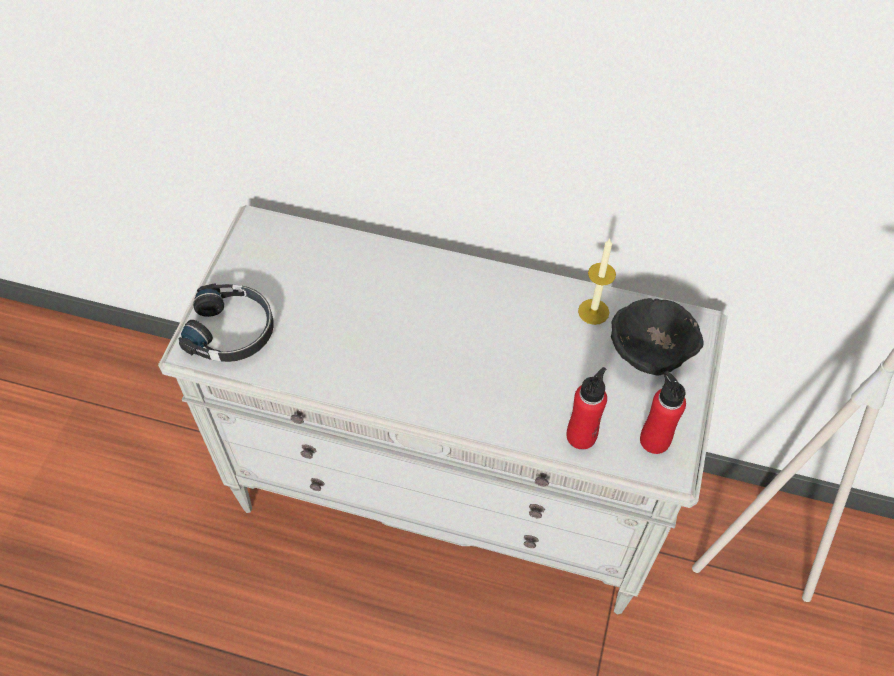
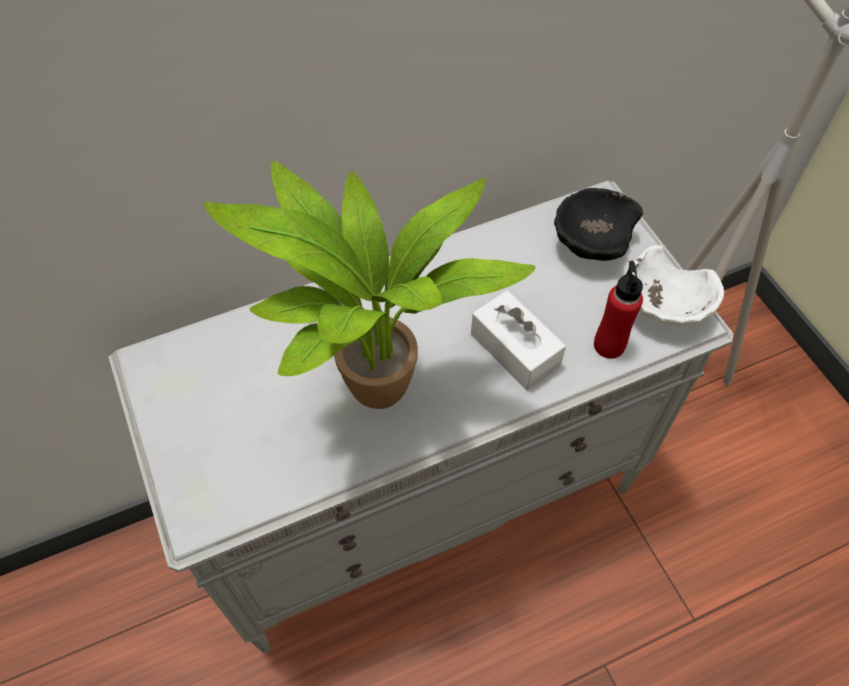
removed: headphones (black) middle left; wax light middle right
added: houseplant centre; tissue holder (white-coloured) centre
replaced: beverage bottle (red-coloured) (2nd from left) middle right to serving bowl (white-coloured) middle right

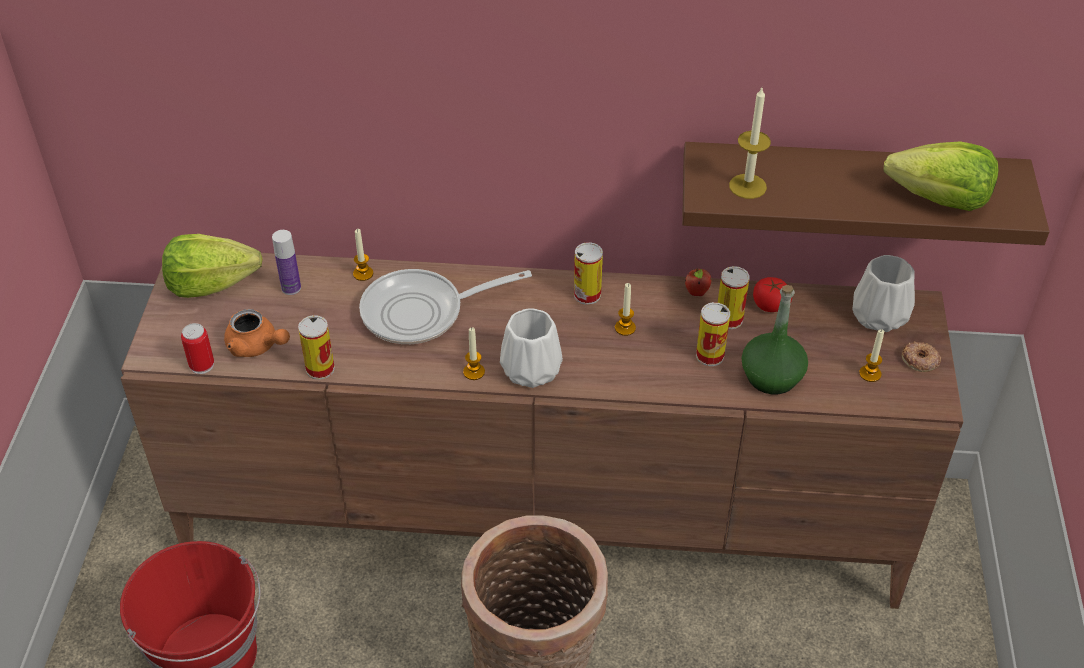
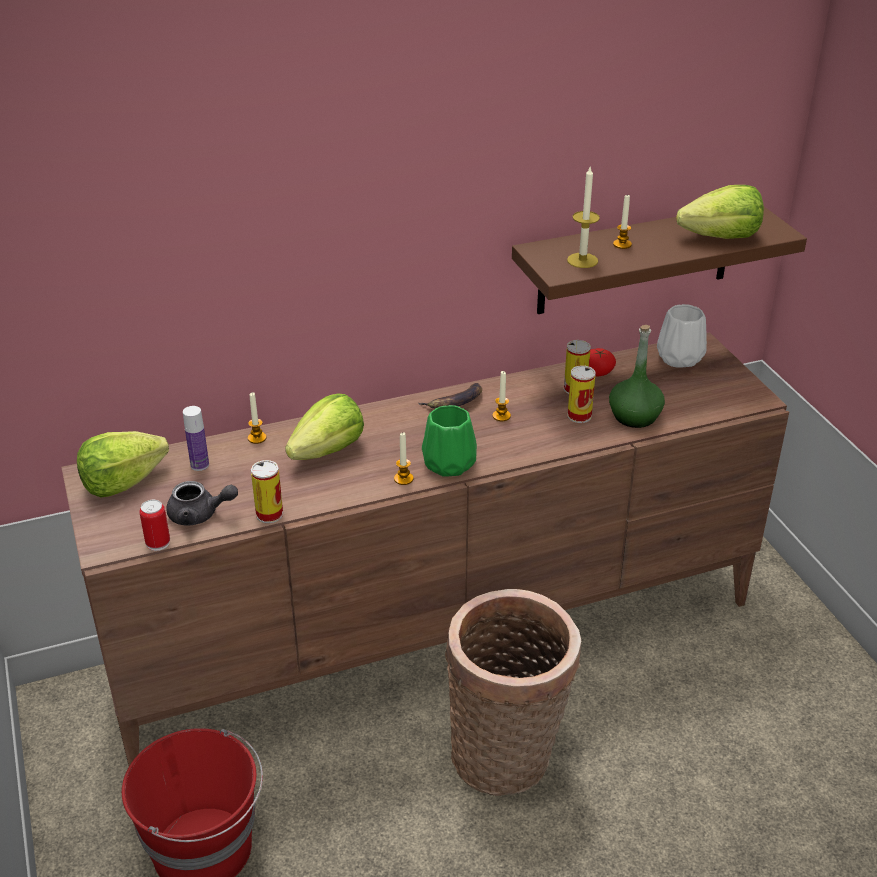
removed: whole apple centre; doughnut middle right
moved: wax light (5th from left) middle right to top right
replaced: frying pan centre to lettuce (2nd from left) centre; metal can (3rd from left) centre to whole banana centre
recoloured: pot for tea (orange) middle left to pot for tea (gray) middle left; vase (white-coloured) (1st from left) centre to vase (green) centre

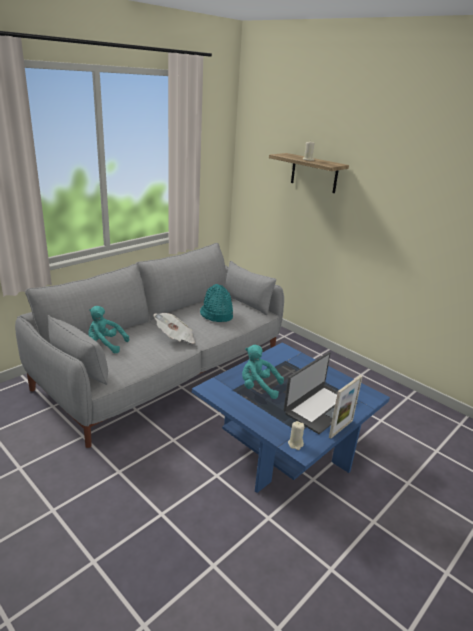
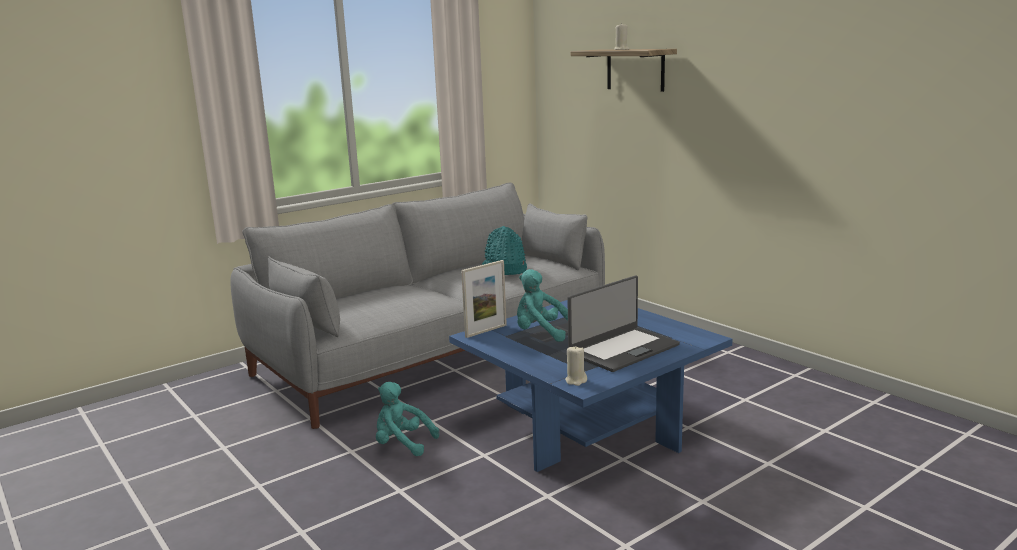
removed: printed paper centre
moved: cuddly toy (turquoise-coloured) (1st from left) middle left to bottom centre; picture frame middle right to centre

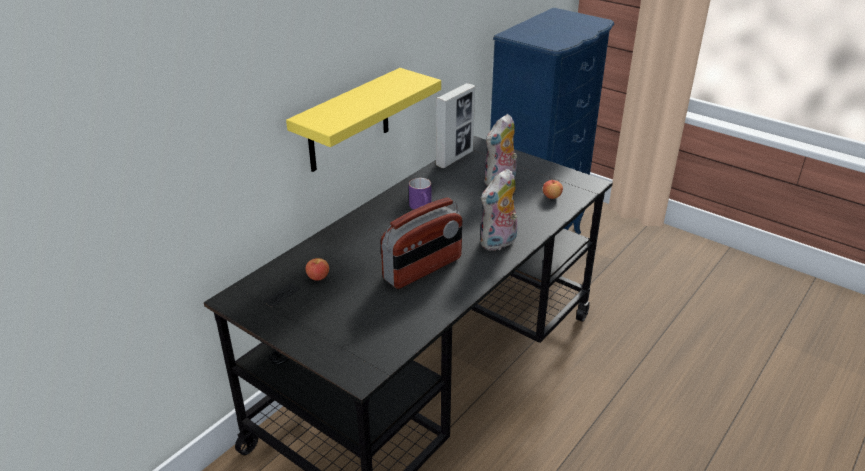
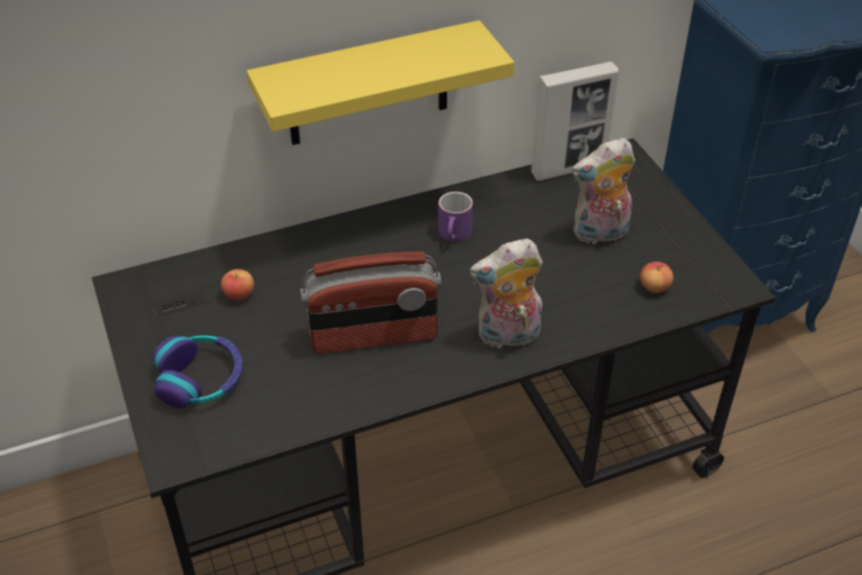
added: headphones middle left

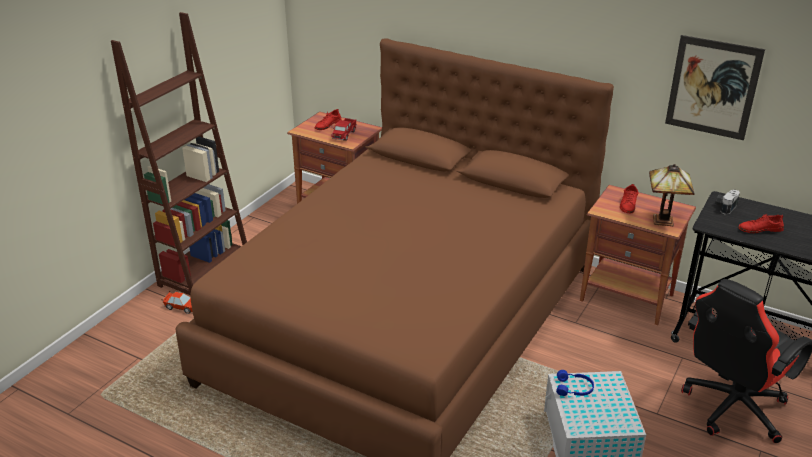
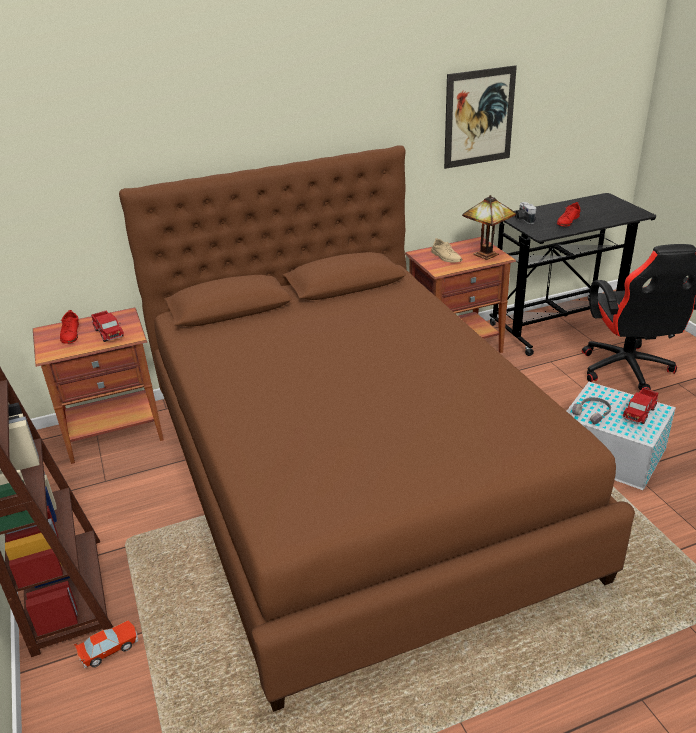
added: model truck (2nd from left) middle right
recoloured: low shoe (red-coloured) (2nd from left) middle right to low shoe (beige) centre; headphones (bluish) bottom right to headphones (gray) middle right

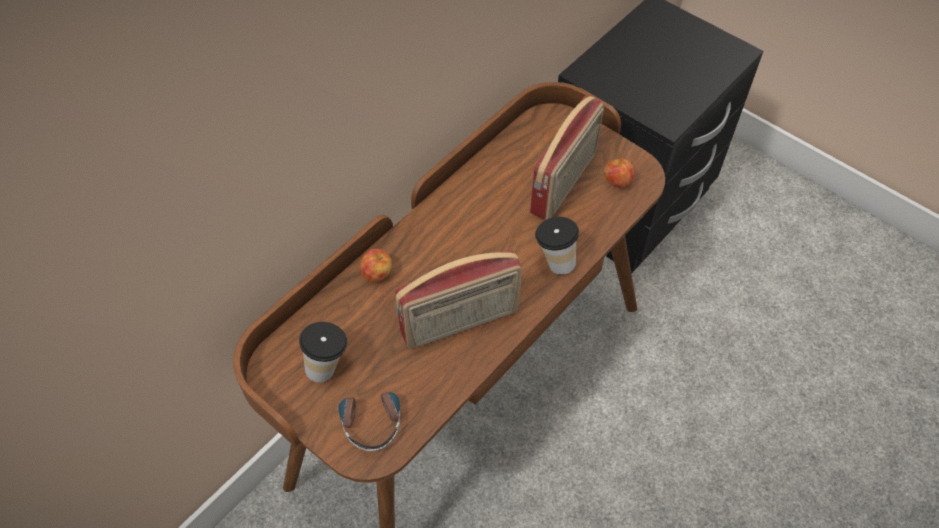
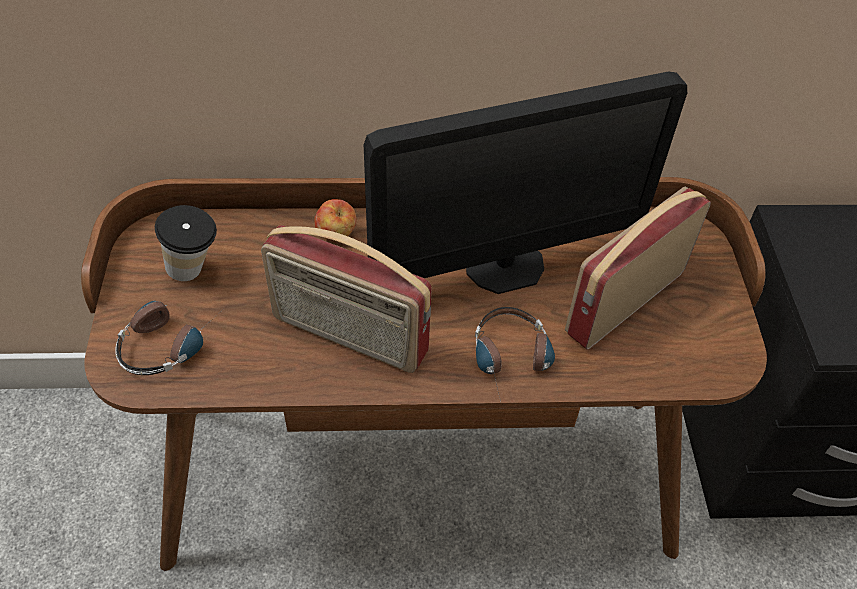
removed: whole apple (2nd from left) top centre
added: monitor top centre
replaced: drinking cup (2nd from left) centre to headphones (2nd from left) centre
turned: radio set (2nd from left) top centre = middle right 150 degrees clockwise

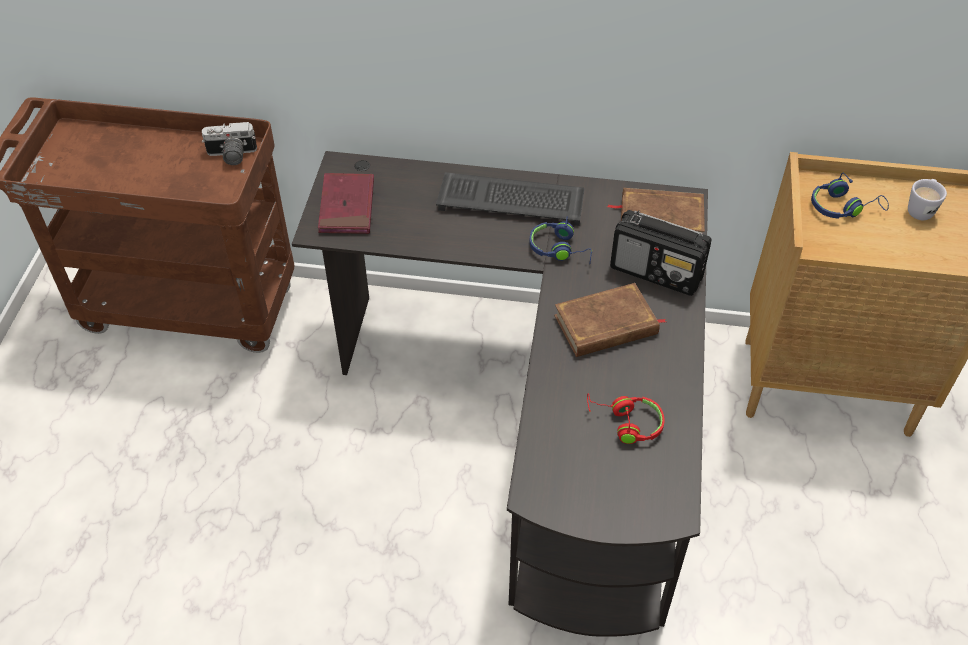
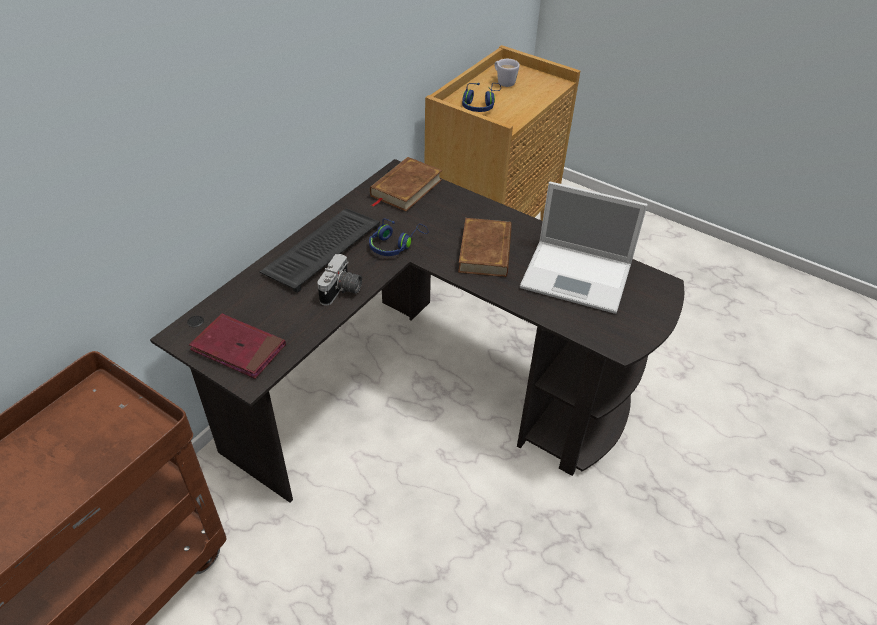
removed: radio set middle right
moved: photo camera top left to centre
replaced: headphones (red-coloured) centre to portable computer centre

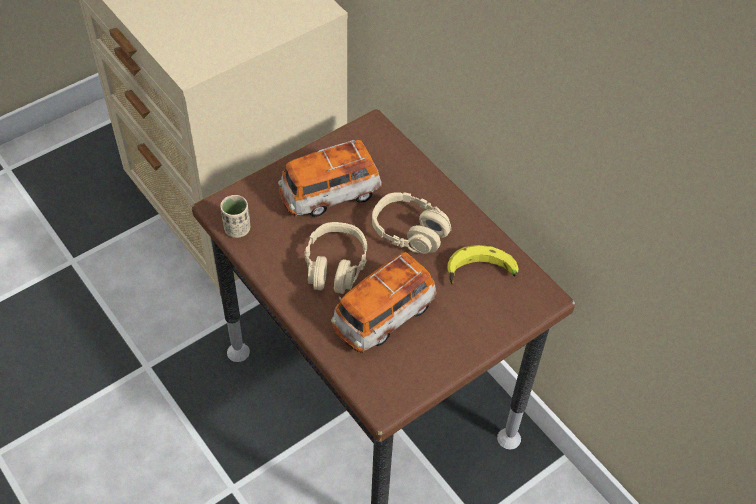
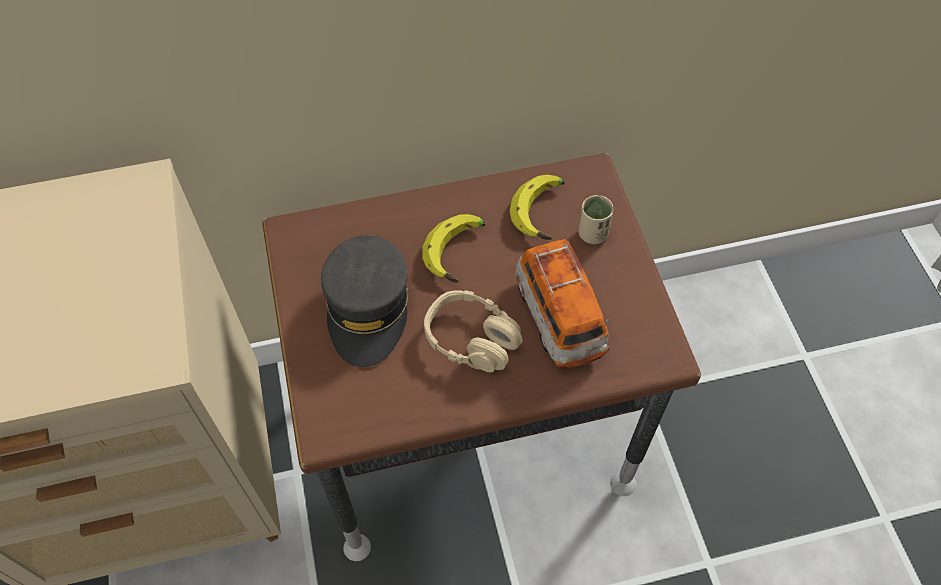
moved: drinking cup (beige) middle left to centre
replaced: model car (1st from left) centre to cap (gray) centre; headphones (beige) (2nd from left) centre to whole banana (1st from left) centre

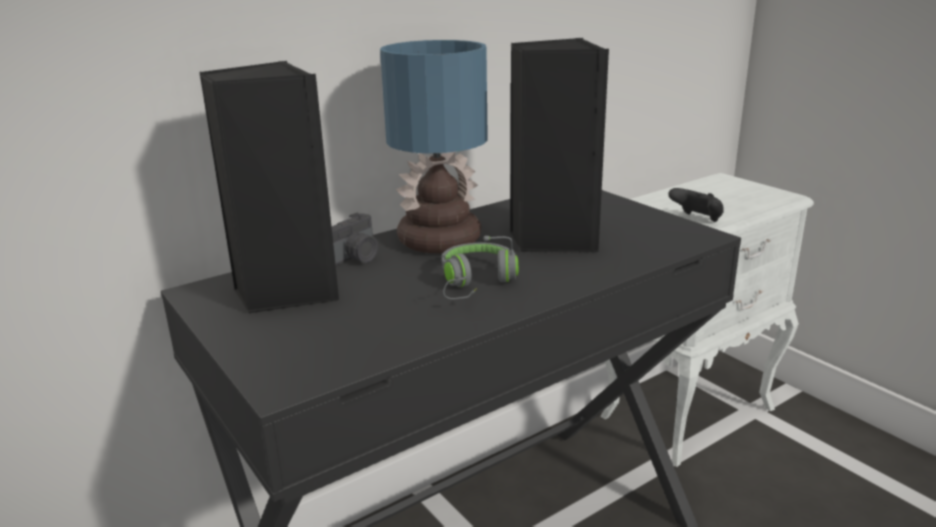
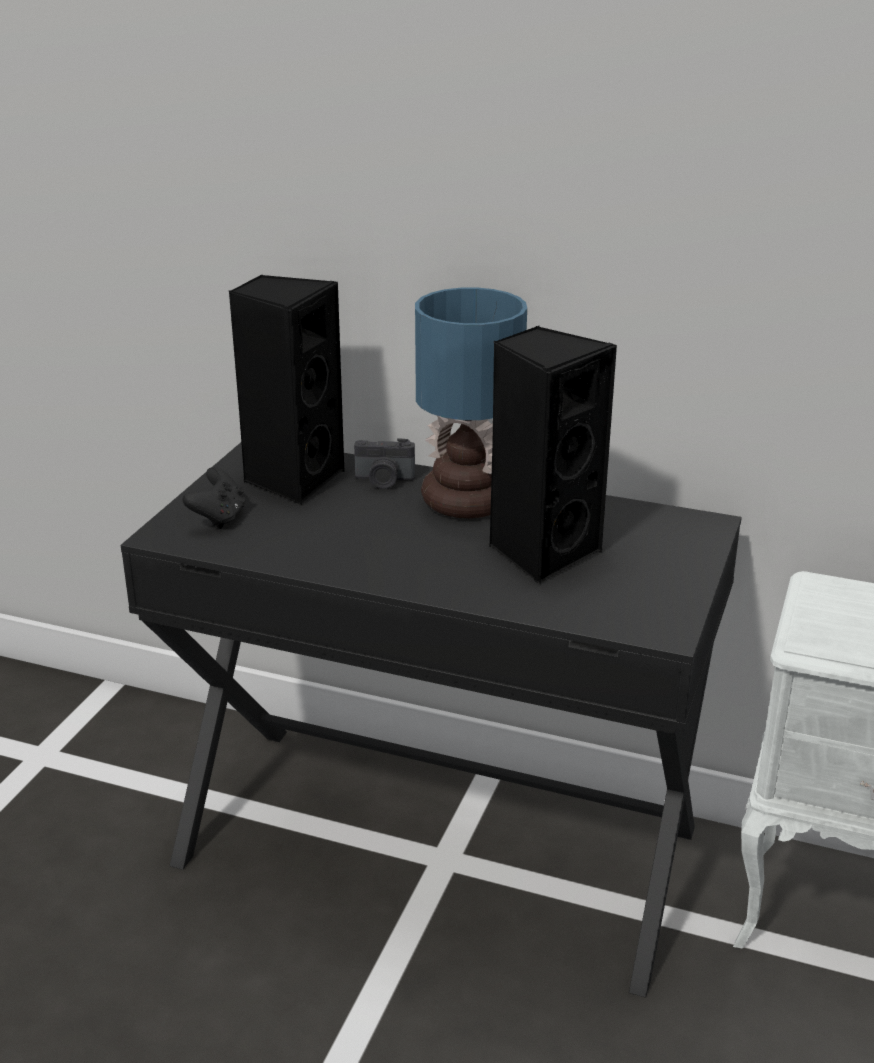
removed: headphones (gray) centre
moved: gamepad (black) middle right to middle left

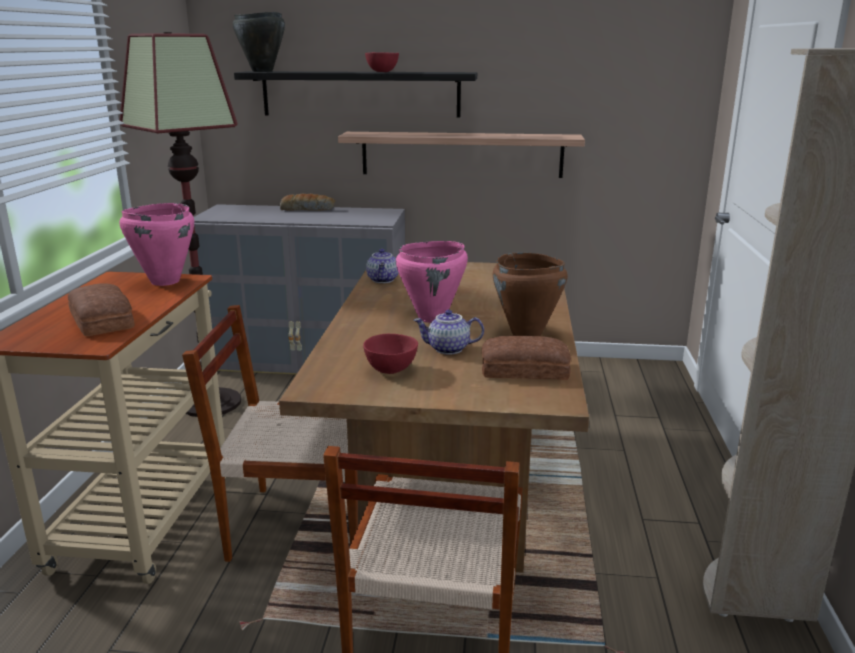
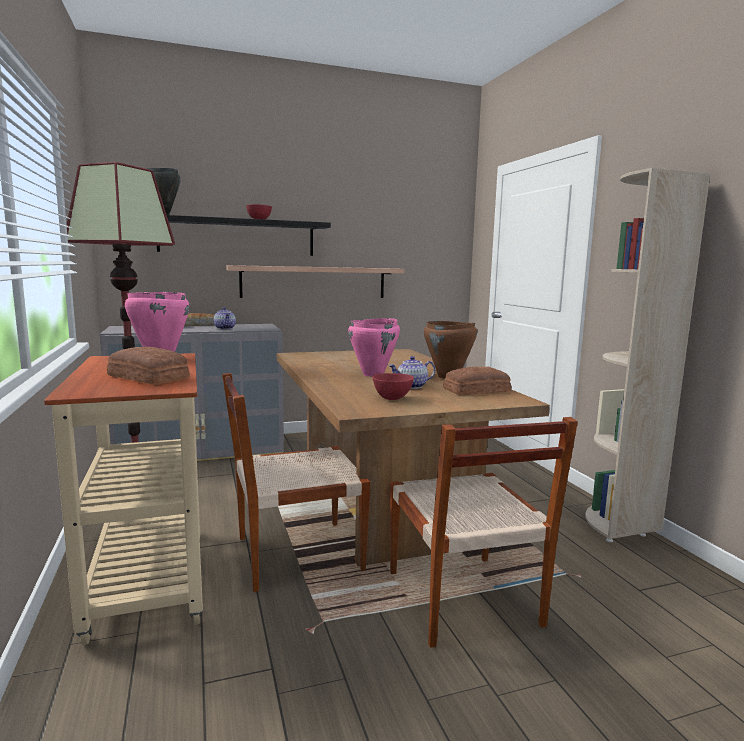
moved: pot for tea (1st from left) centre to middle left

